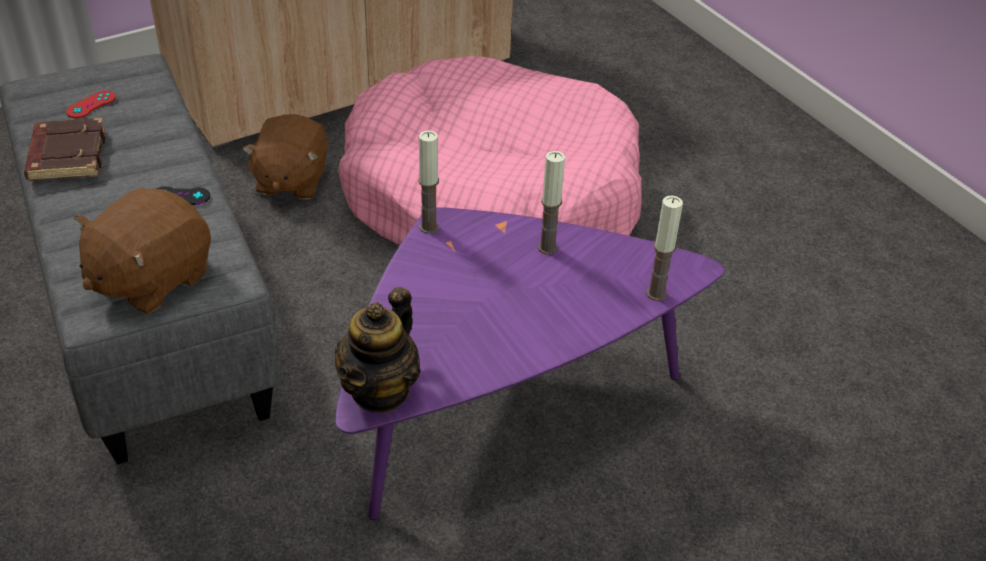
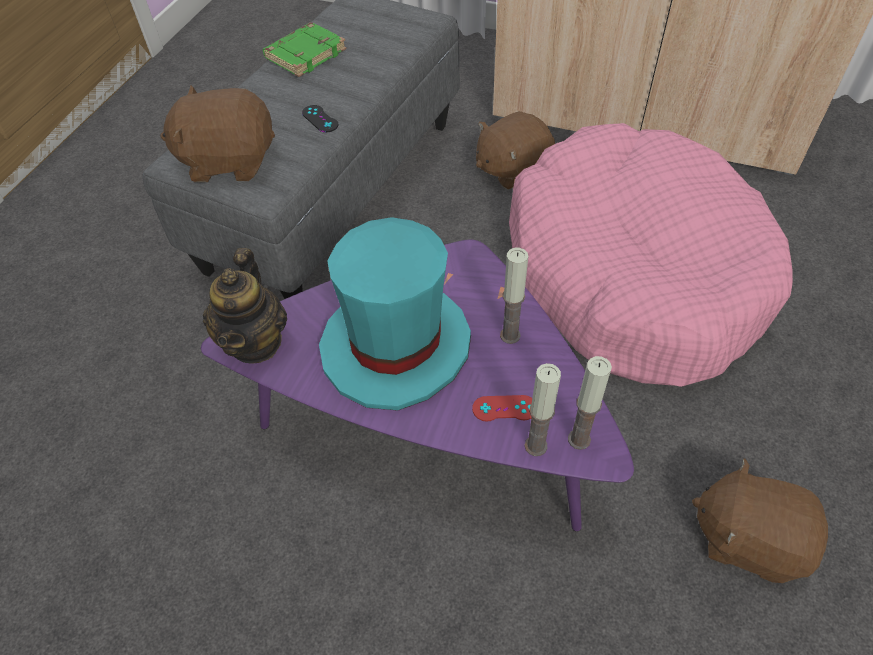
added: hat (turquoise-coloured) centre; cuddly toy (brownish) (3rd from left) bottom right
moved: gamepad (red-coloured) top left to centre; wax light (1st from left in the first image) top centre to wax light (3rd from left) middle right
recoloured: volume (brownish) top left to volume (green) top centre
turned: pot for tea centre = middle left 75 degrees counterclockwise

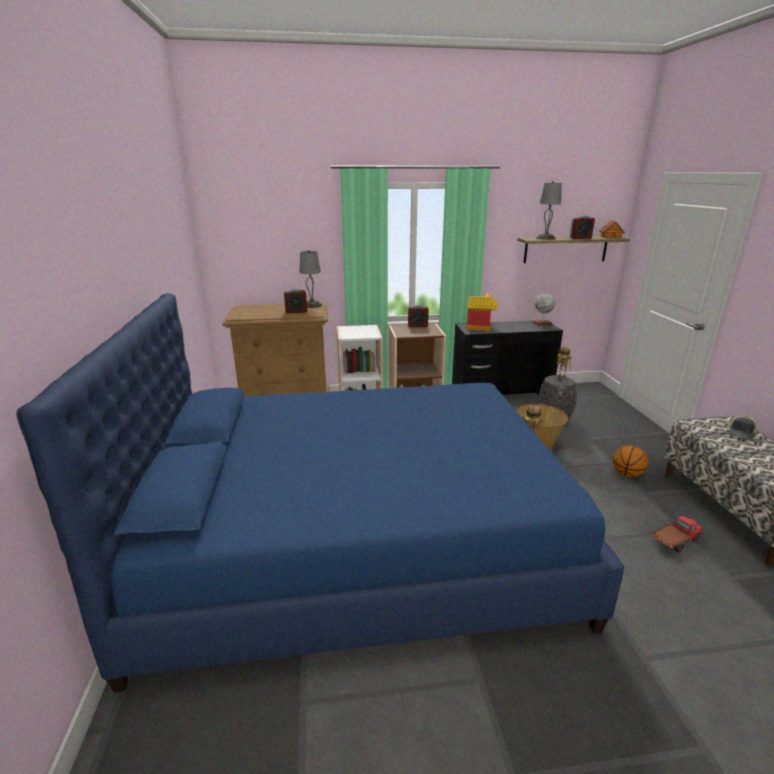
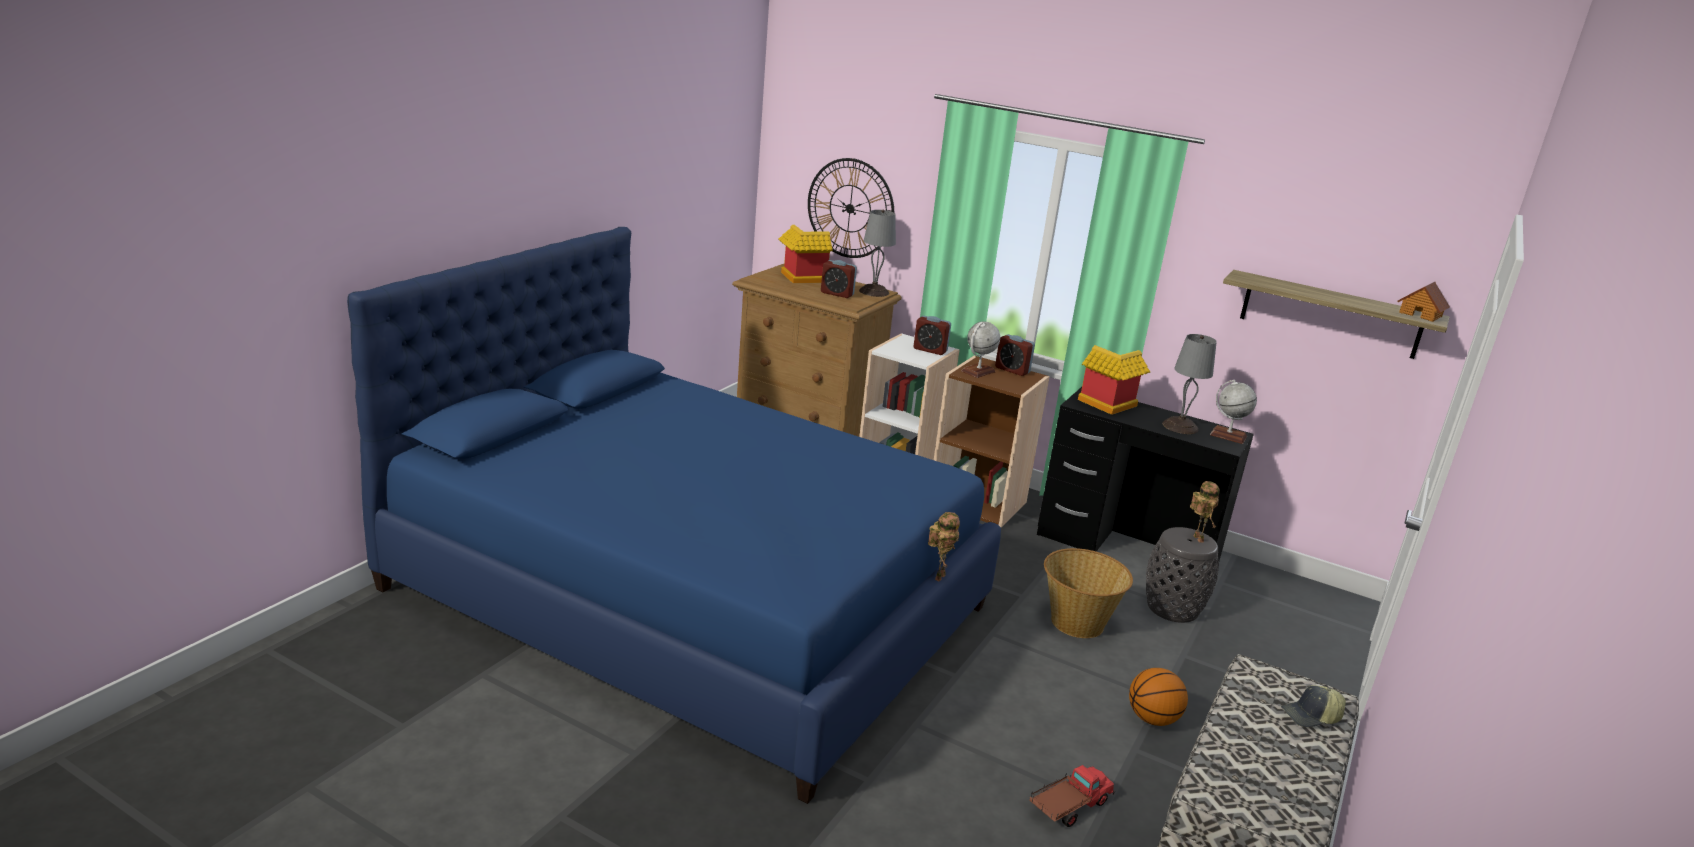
added: toy house (1st from left) top centre; clock on the wall top centre; globe (1st from left) centre
moved: table clock (3rd from left in the first image) top right to table clock (2nd from left) centre; table lamp (gray) (2nd from left) top right to middle right
turned: model truck bottom right = bottom centre 45 degrees counterclockwise

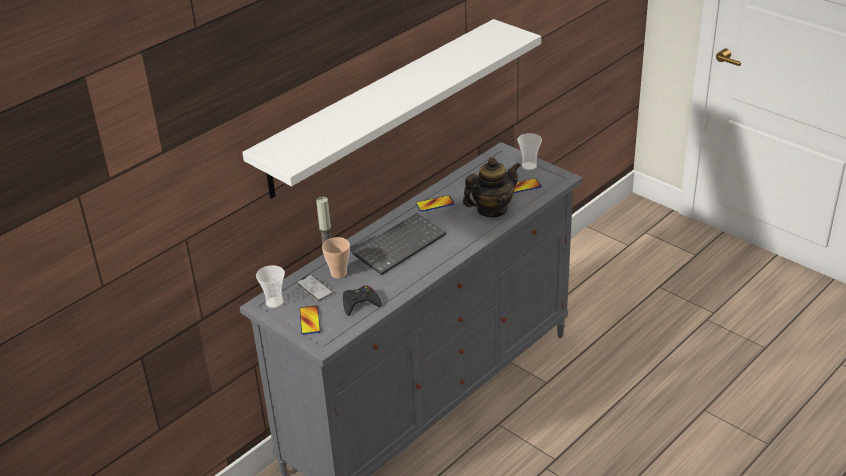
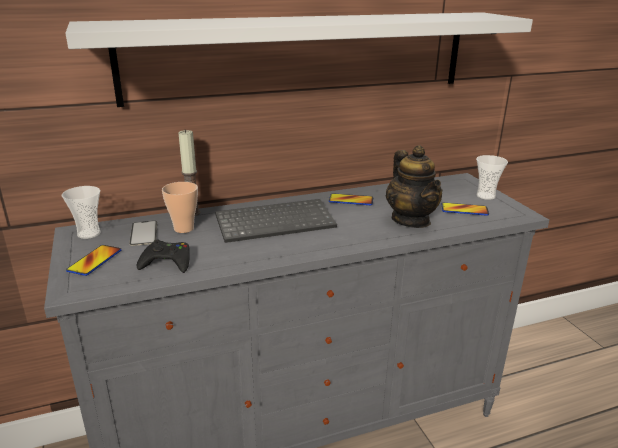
turned: pot for tea centre = middle right 75 degrees clockwise

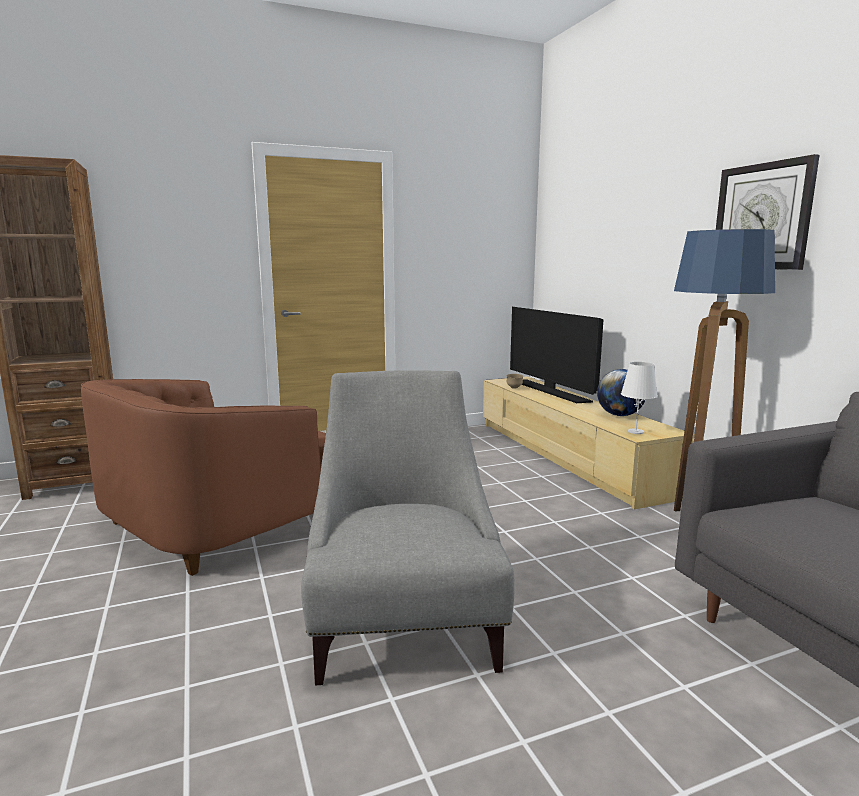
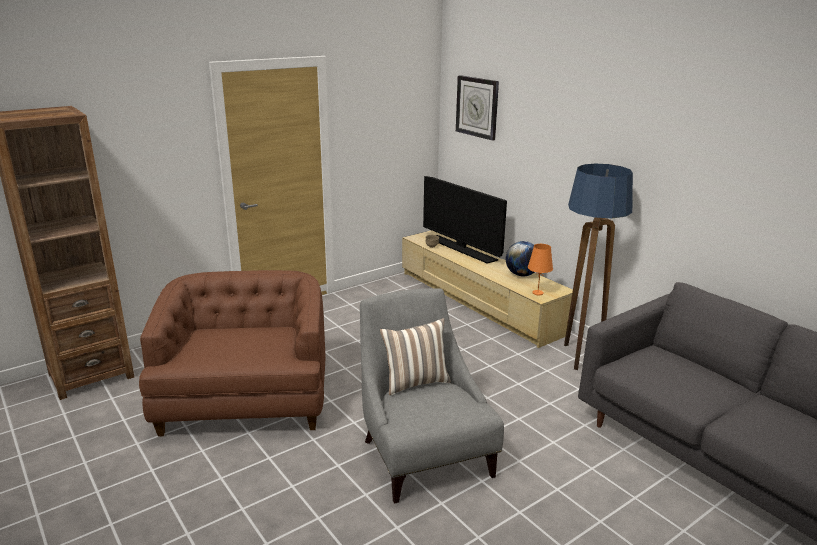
added: pillow centre
moved: clock on the wall top right to top centre
recoloured: table lamp (white-coloured) middle right to table lamp (orange) centre
turned: lounge chair (brownish) middle left = middle left 150 degrees clockwise

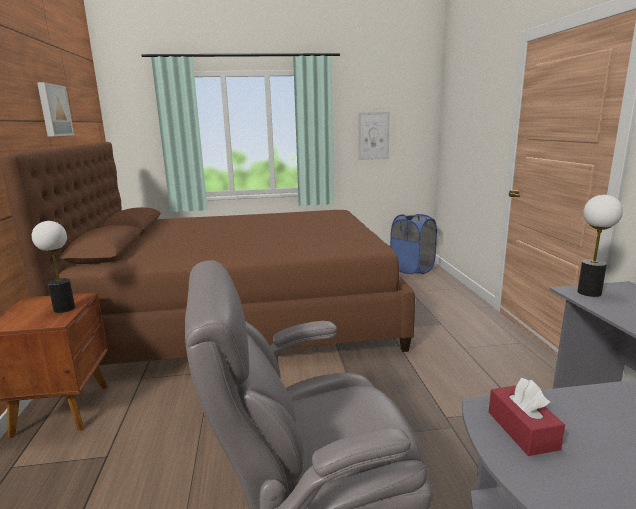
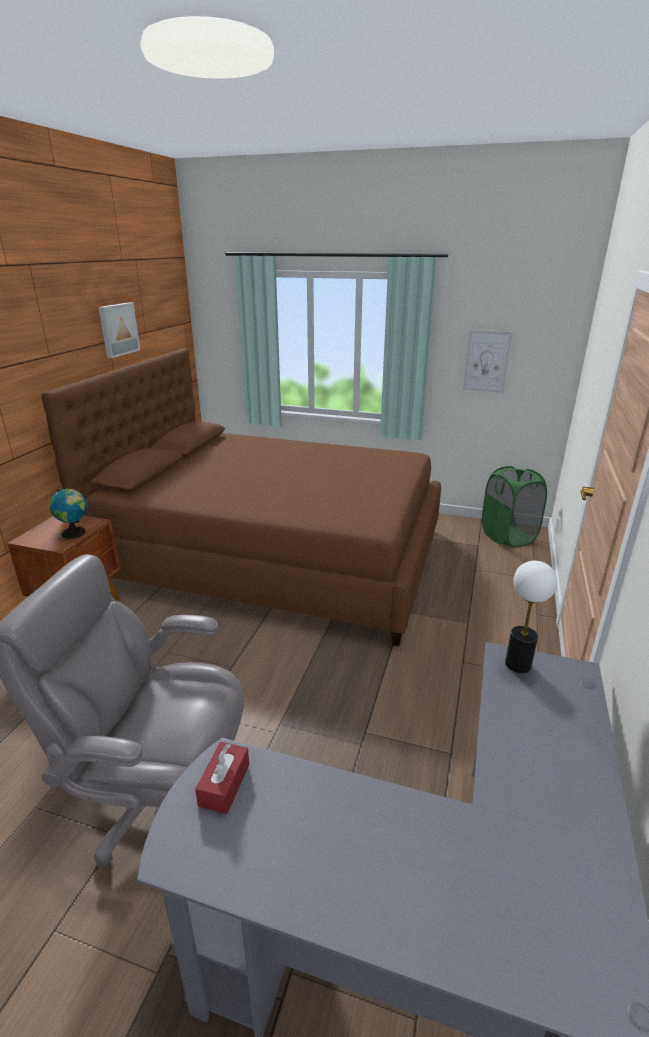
replaced: table lamp (1st from left) middle left to globe middle left
recoloured: hamper (bluish) centre to hamper (green) middle right

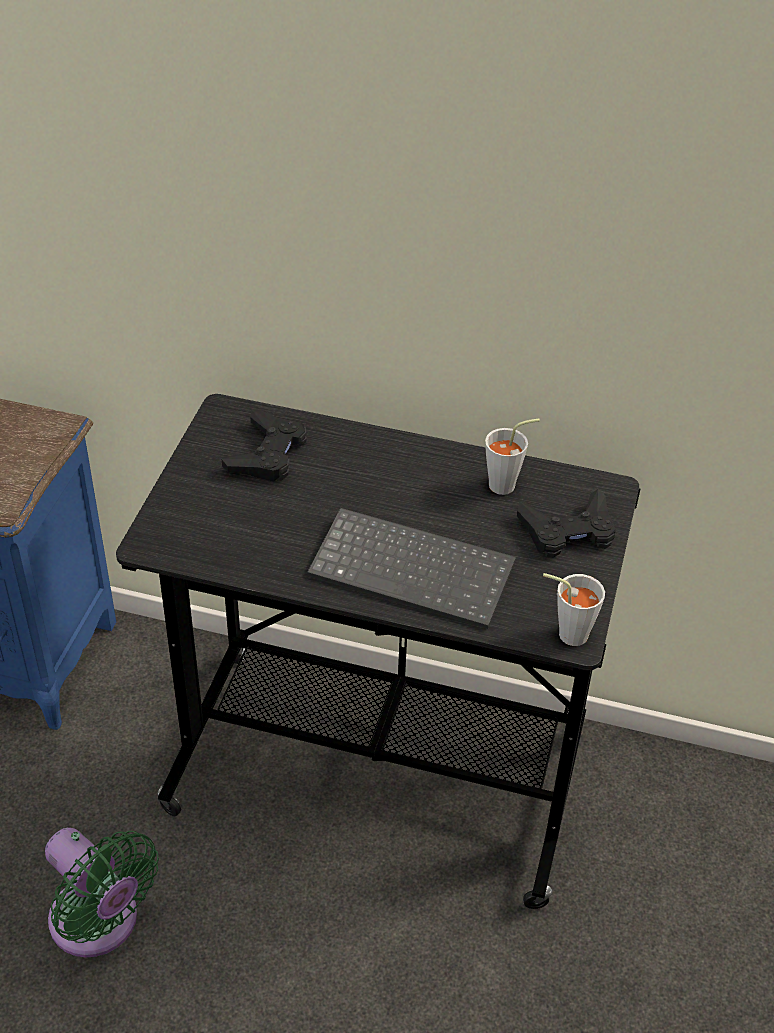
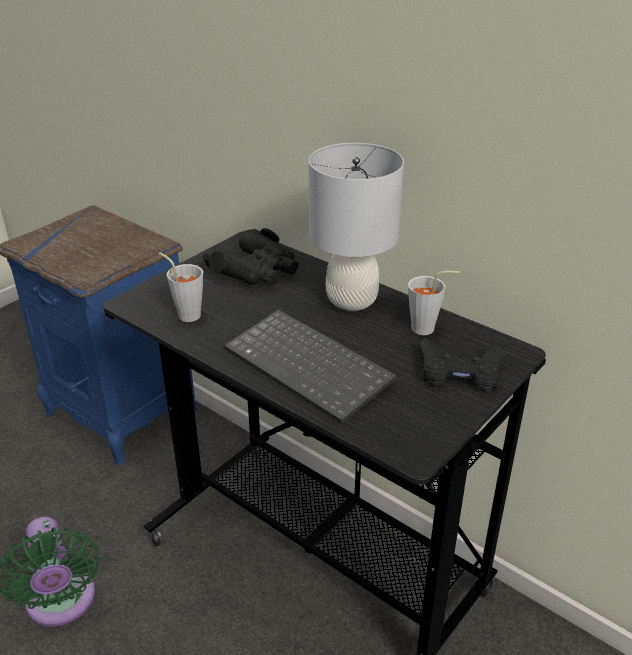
added: table lamp (gray) centre
moved: drinking cup (gray) (2nd from left in the first image) middle right to drinking cup (gray) (1st from left) middle left
replaced: gamepad (black) (1st from left) centre to field glasses (black) centre

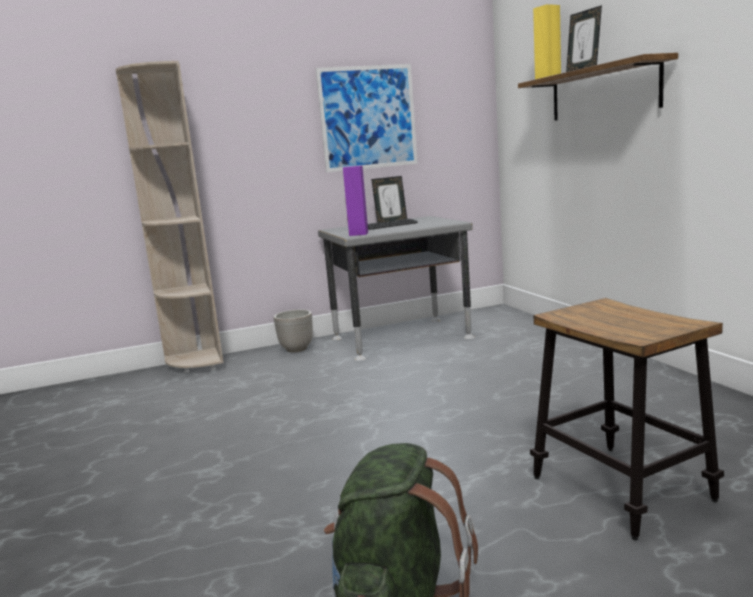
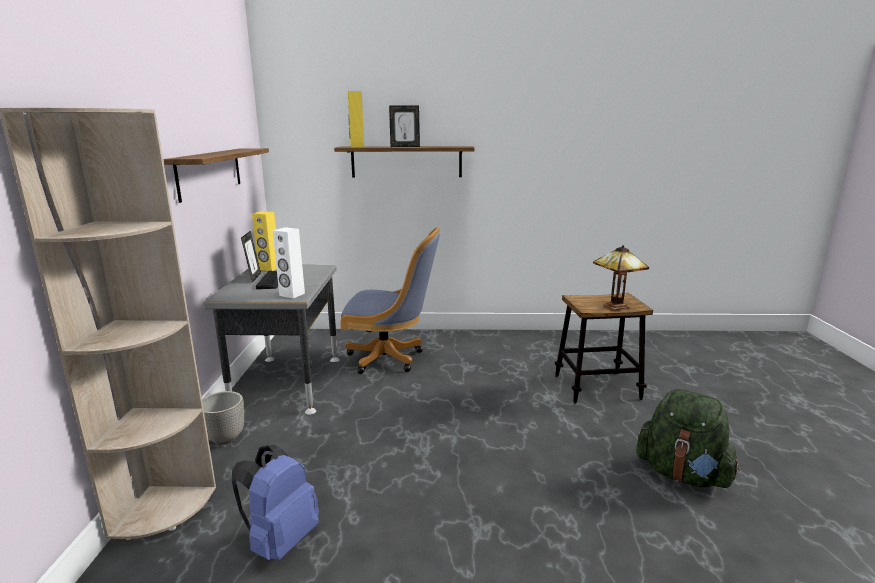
added: backpack (bluish) bottom left; audio speaker (yellowish) (1st from left) middle left; office chair (bluish) centre; table lamp middle right
replaced: wall art top centre to wall shelf (1st from left) top left
recoloured: audio speaker (purple-coloured) centre to audio speaker (white-coloured) middle left

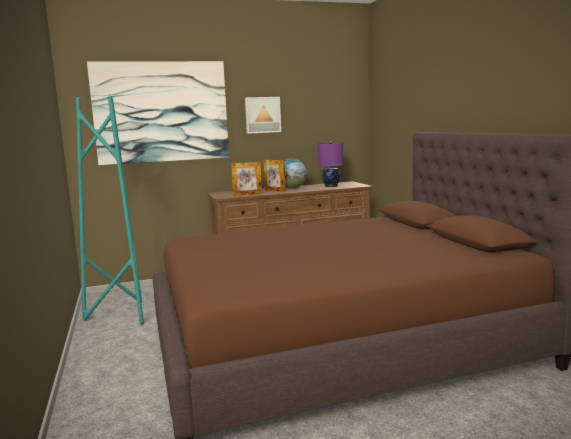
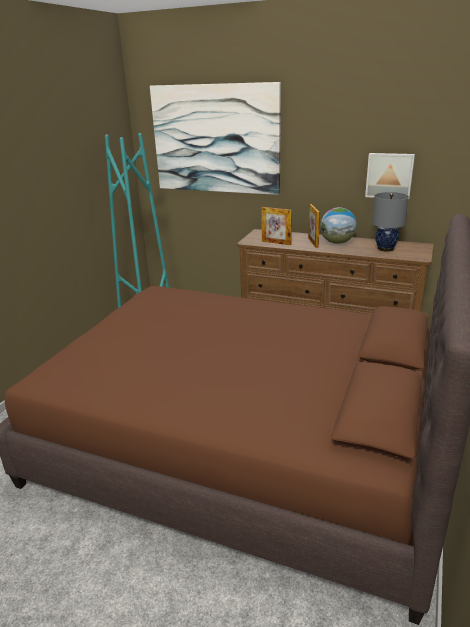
moved: wall art (2nd from left) top centre to top right
recoloured: table lamp (purple-coloured) centre to table lamp (gray) middle right

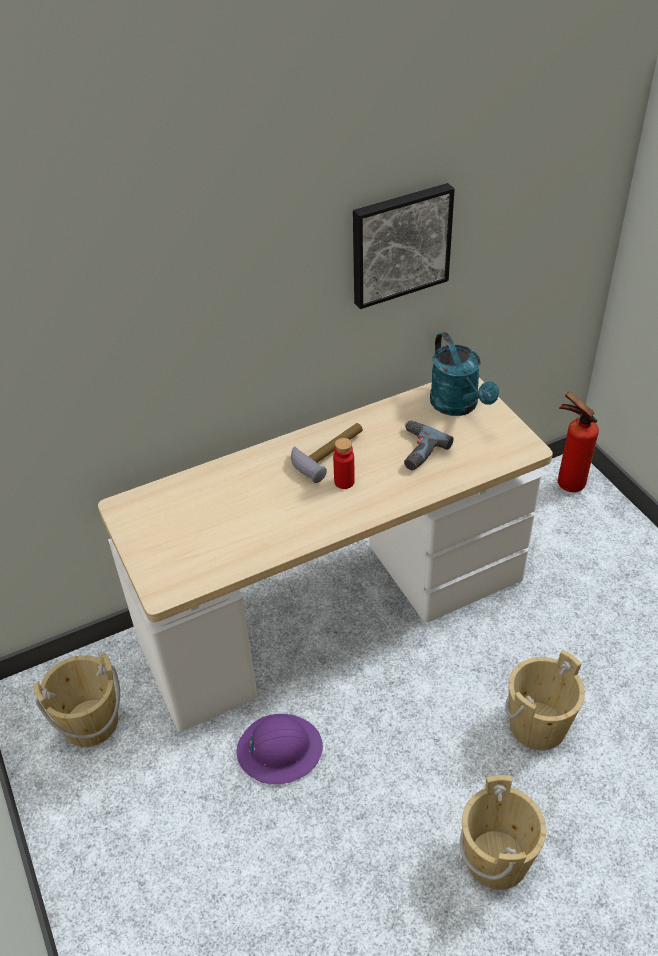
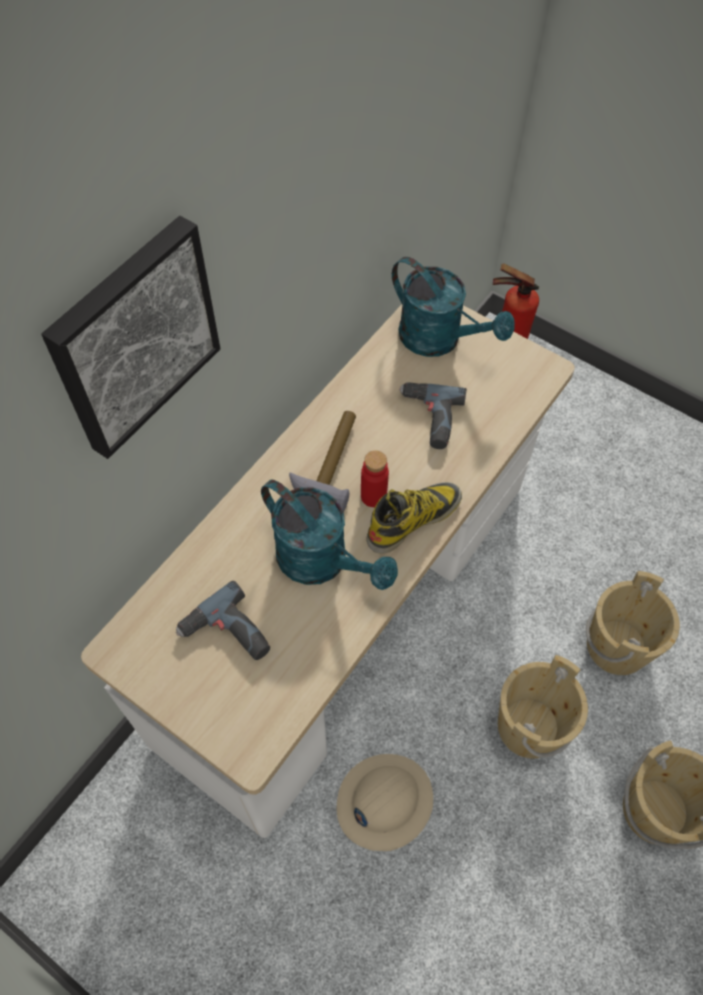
added: power drill (1st from left) middle left; sprinkling can (turquoise-coloured) (1st from left) centre; boot centre
moved: wall art top centre to middle left; pail (beige) (1st from left) bottom left to bottom right
recoloured: work helmet (purple-coloured) bottom centre to work helmet (beige) bottom centre

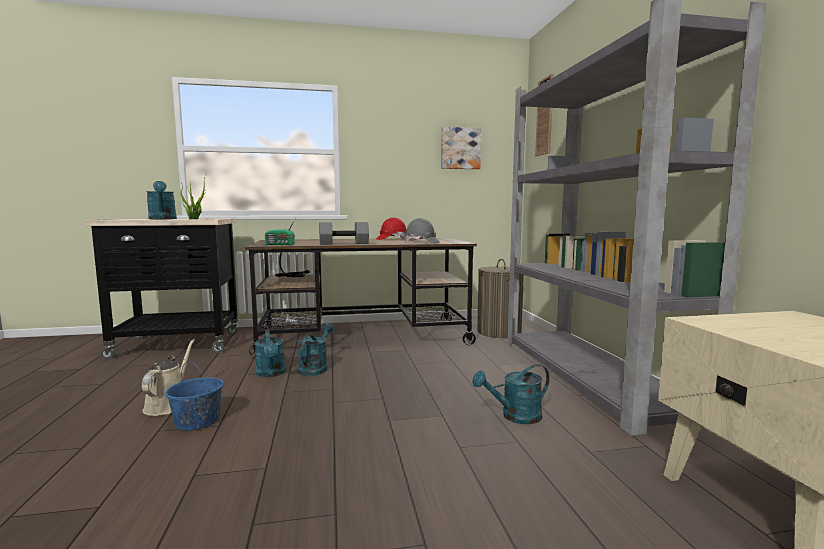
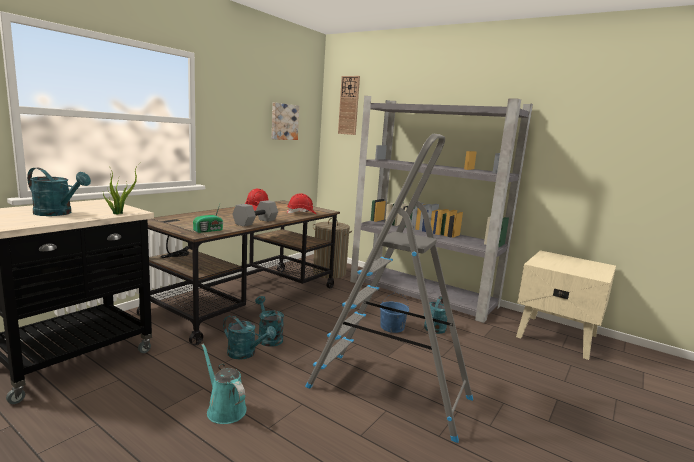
added: step stool (gray) centre
moved: pail (bluish) bottom left to bottom centre
recoloured: sprinkling can (beige) bottom left to sprinkling can (turquoise-coloured) (2nd from left) bottom left; work helmet (gray) centre to work helmet (red-coloured) (2nd from left) centre

